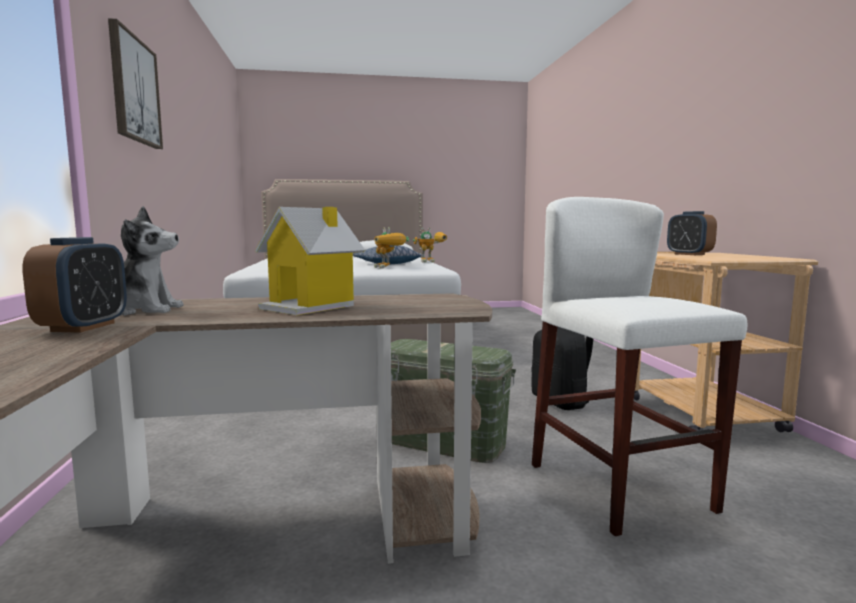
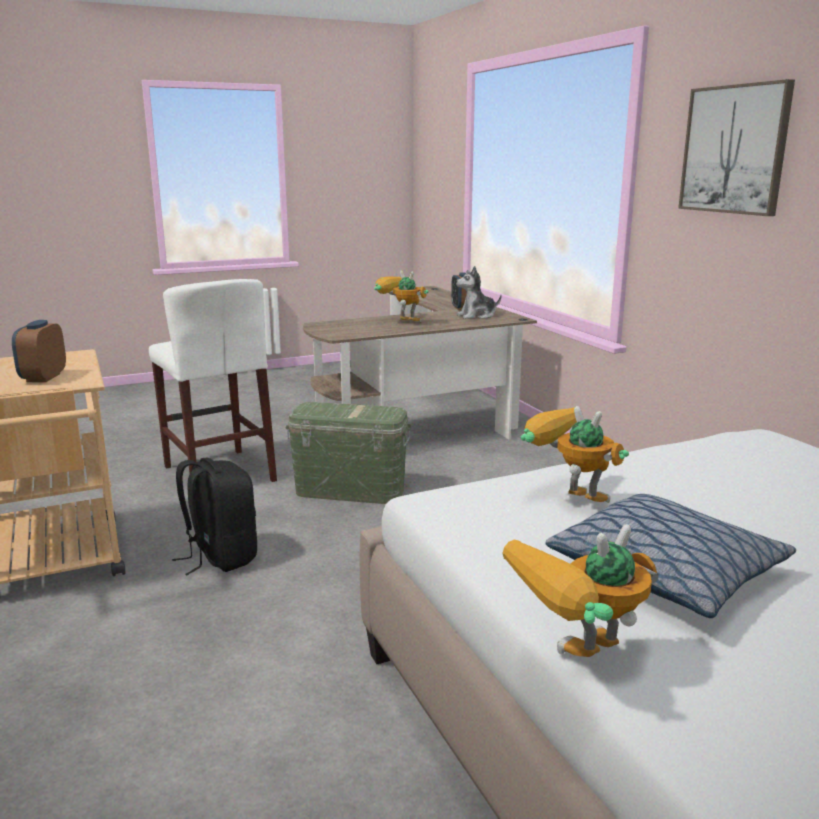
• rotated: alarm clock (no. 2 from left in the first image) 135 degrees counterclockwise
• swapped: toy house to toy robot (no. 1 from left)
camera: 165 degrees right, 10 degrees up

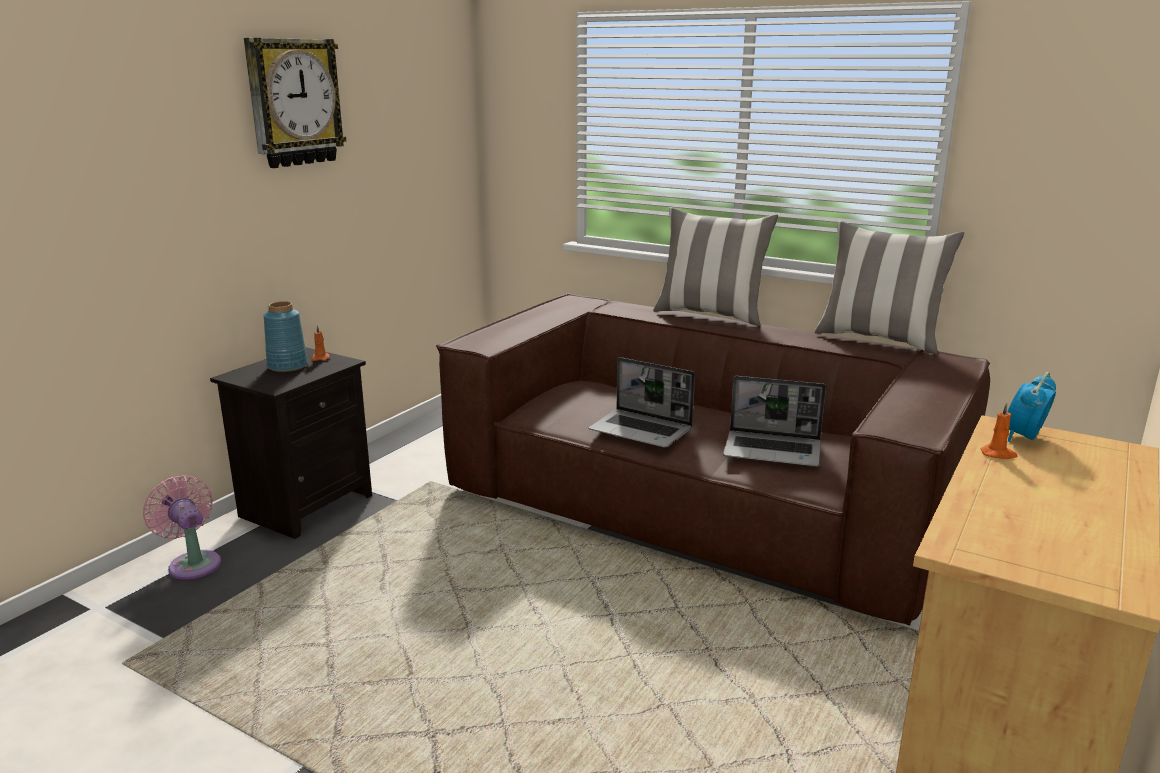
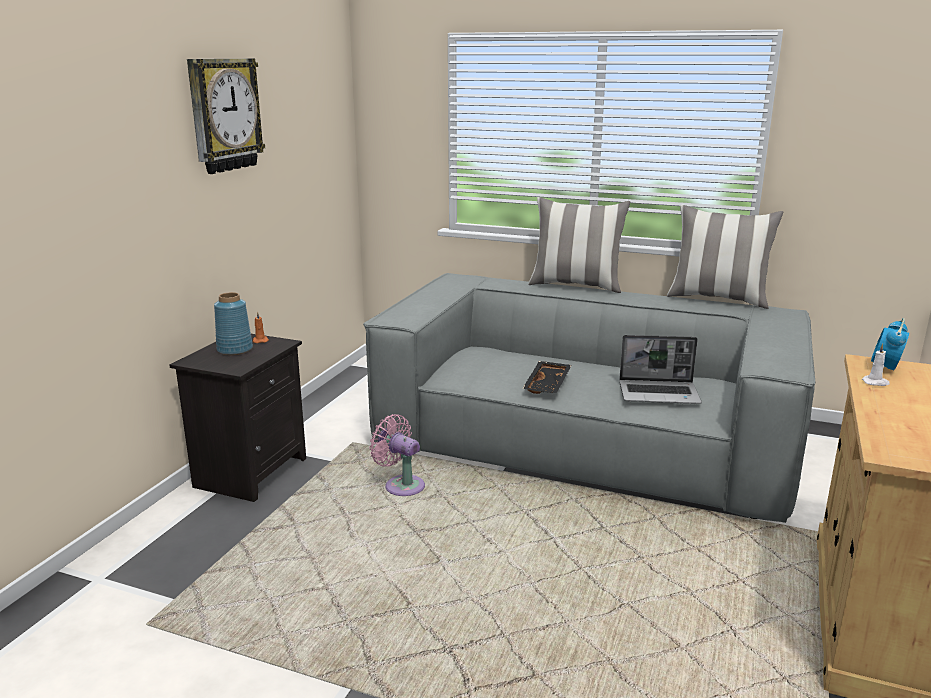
• repainted: sofa/brown to sofa/grey
• shifted: fan/pink
• swapped: laptop (no. 1 from left) to tray/black
• repainted: candle/orange (no. 2 from left) to candle/white
camera: 10 degrees left, 0 degrees up

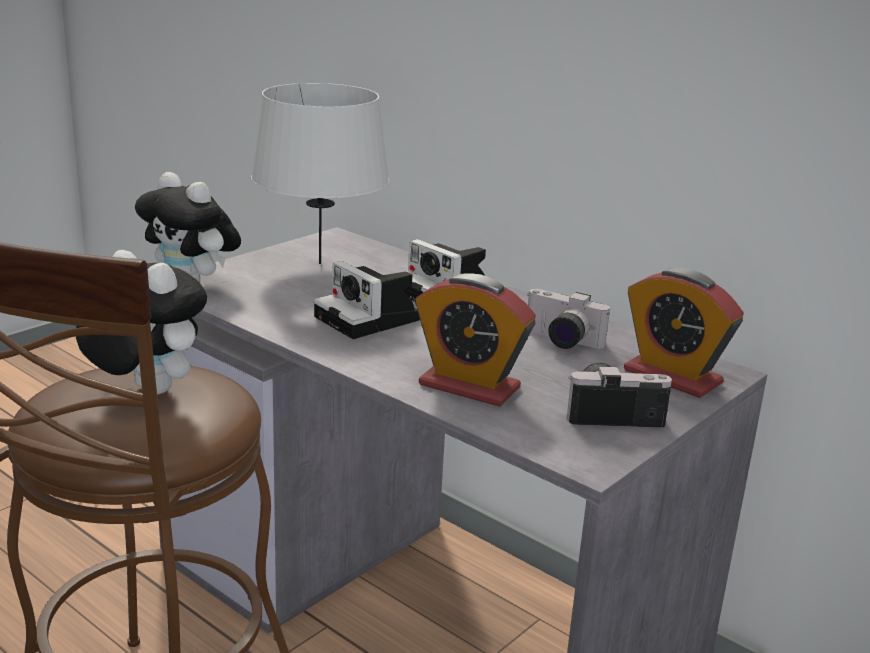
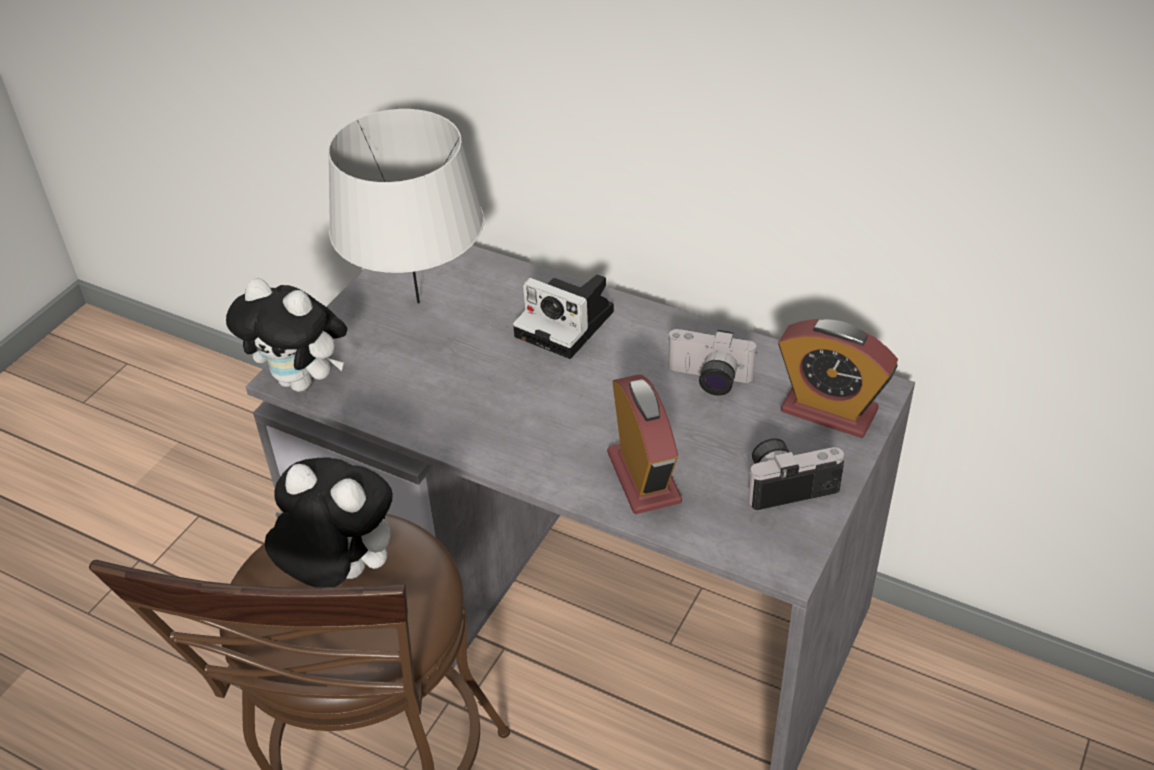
• rotated: alarm clock (no. 1 from left) 120 degrees counterclockwise
• gone: photo camera (no. 1 from left)
camera: 10 degrees left, 20 degrees up

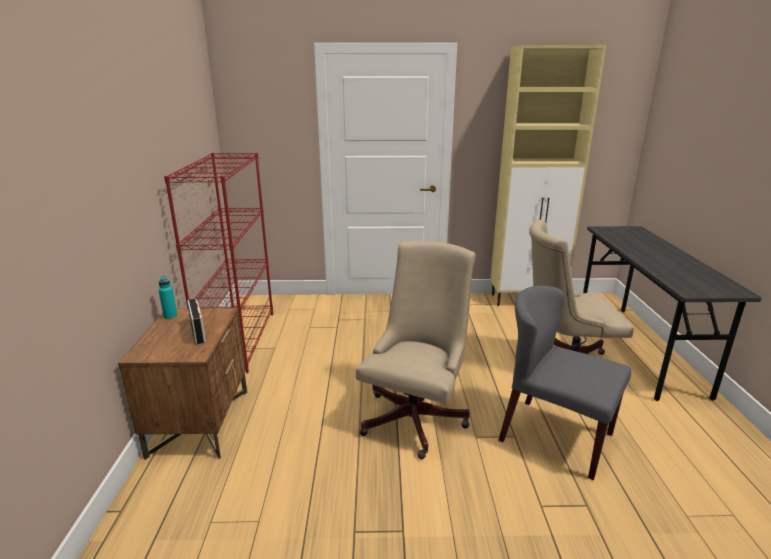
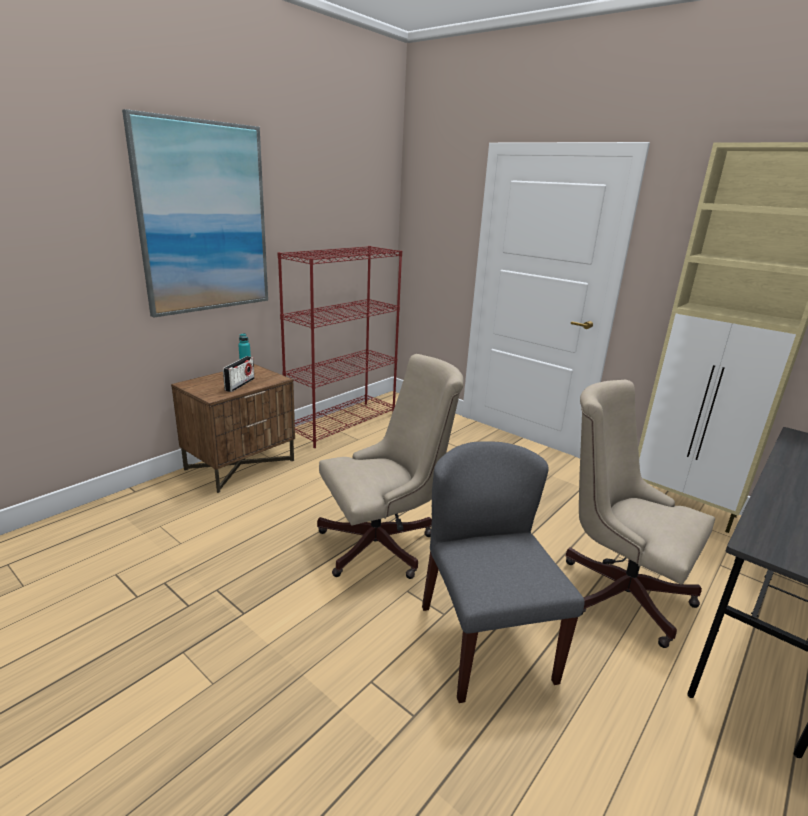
• new: picture
camera: 40 degrees right, 0 degrees up

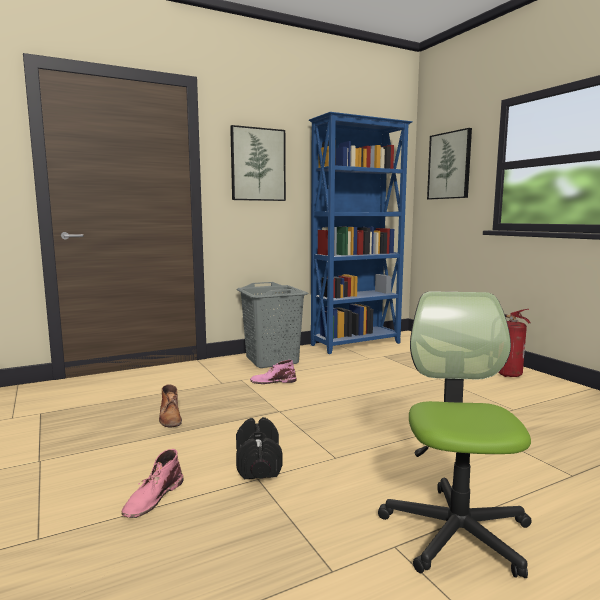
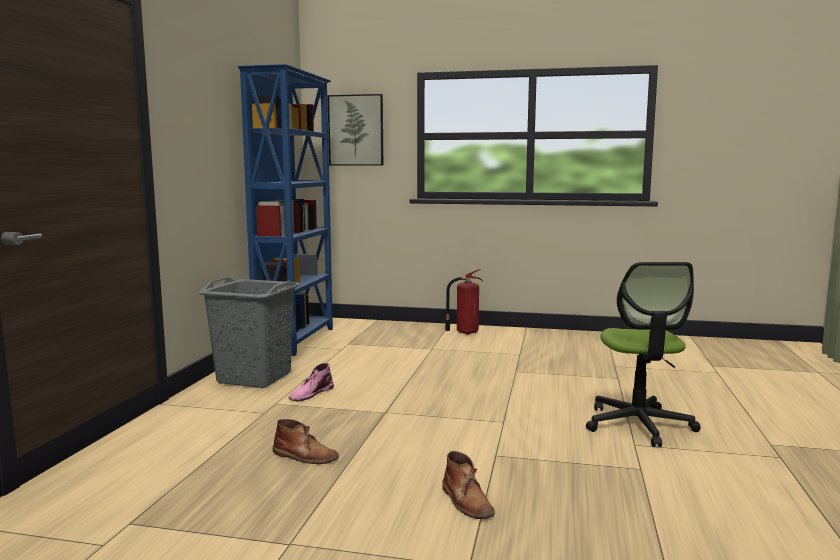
• repainted: boot/pink (no. 1 from left) to boot/brown (no. 2 from left)
• rotated: office chair 135 degrees counterclockwise
• gone: picture (no. 1 from left)
• gone: dumbbell/black
camera: 50 degrees left, 0 degrees up

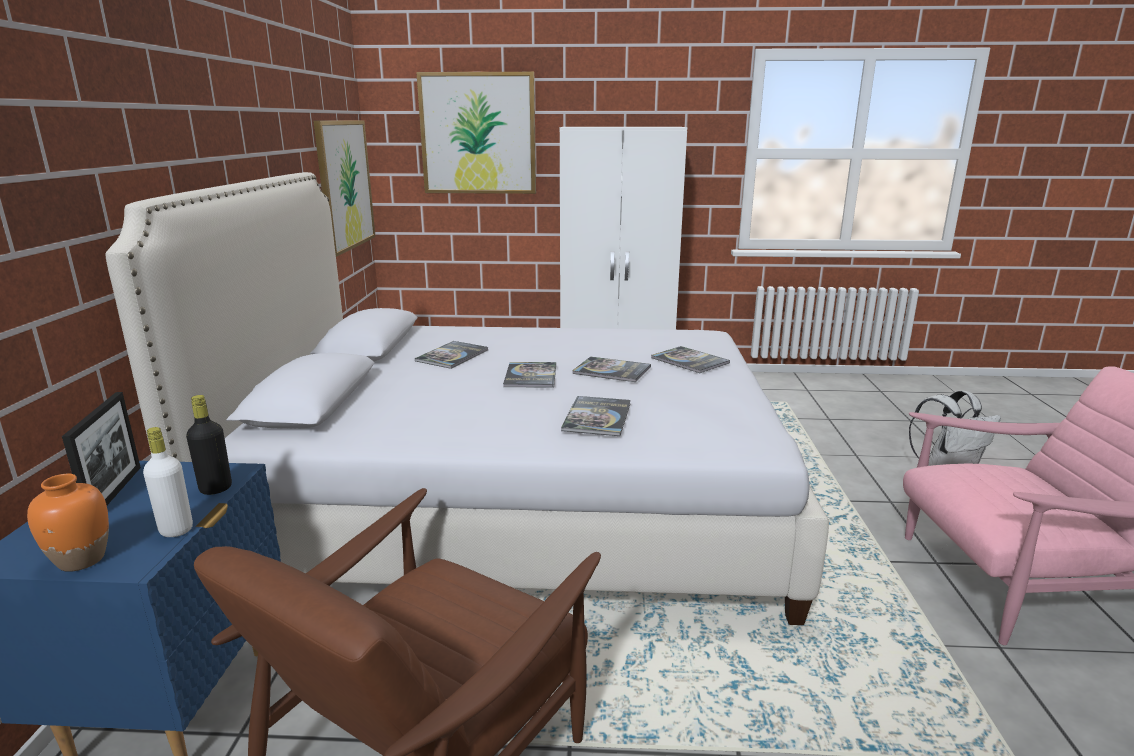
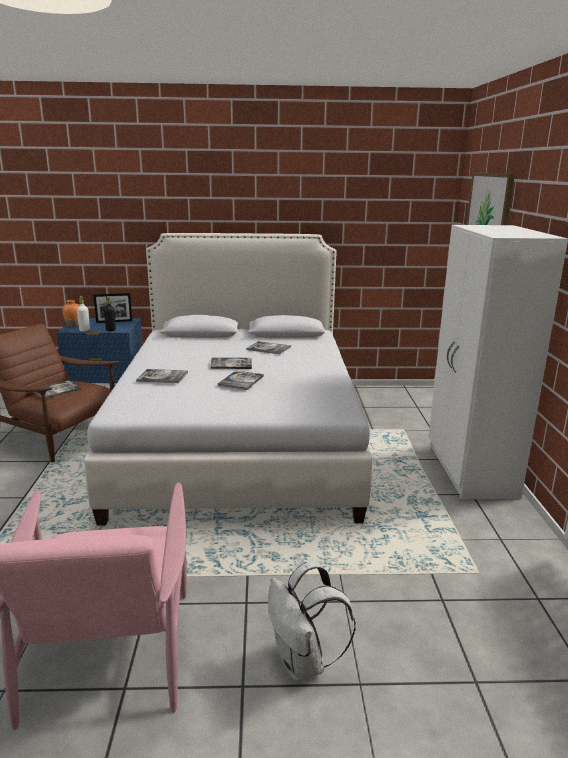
• shifted: book (no. 5 from left in the first image) to book (no. 1 from left)
• gone: picture (no. 1 from left)
camera: 85 degrees right, 0 degrees up

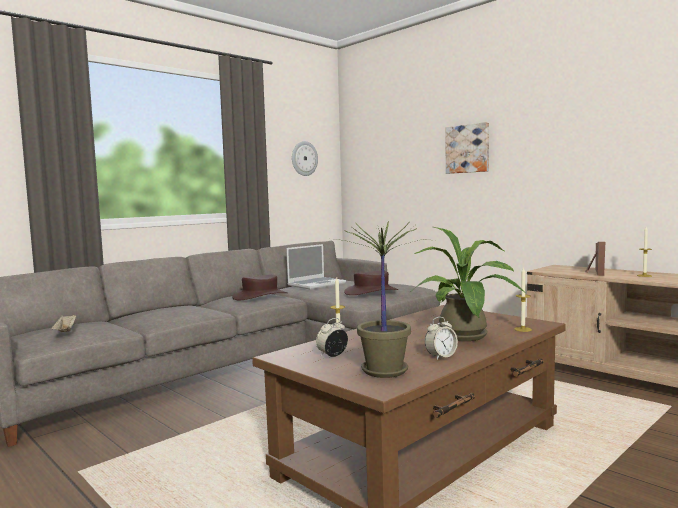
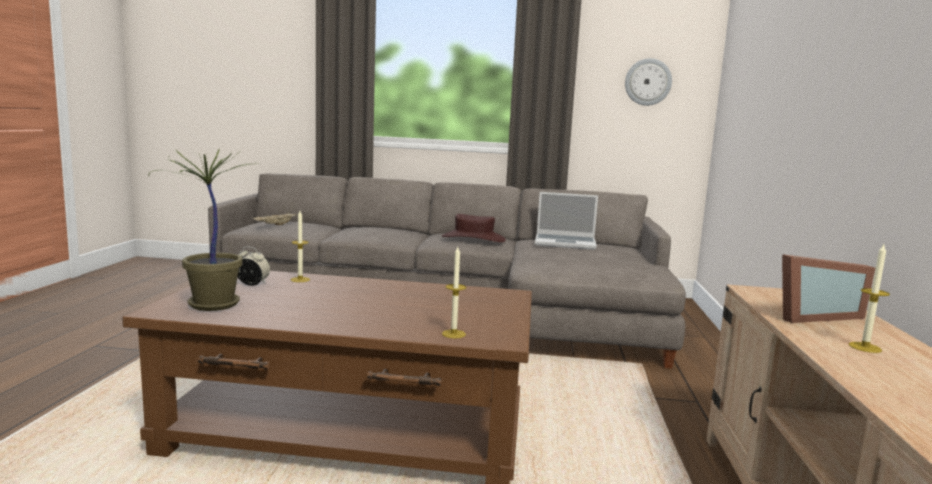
• gone: hat/brown (no. 2 from left)
• gone: potted plant (no. 2 from left)
• gone: alarm clock (no. 2 from left)
• gone: picture
camera: 50 degrees right, 5 degrees up

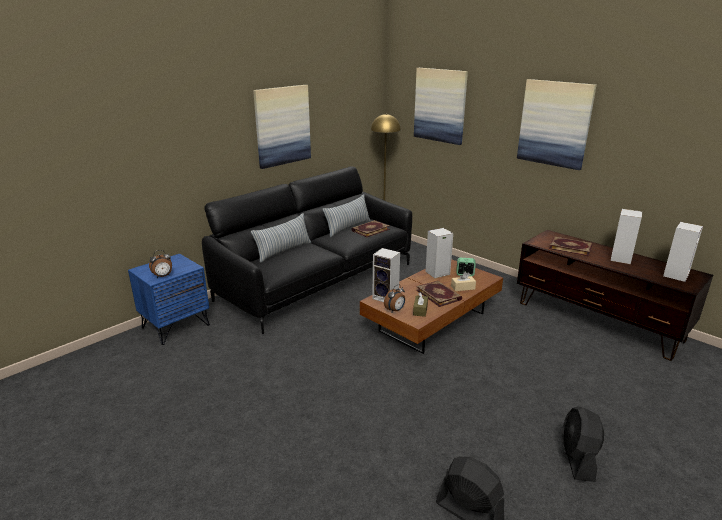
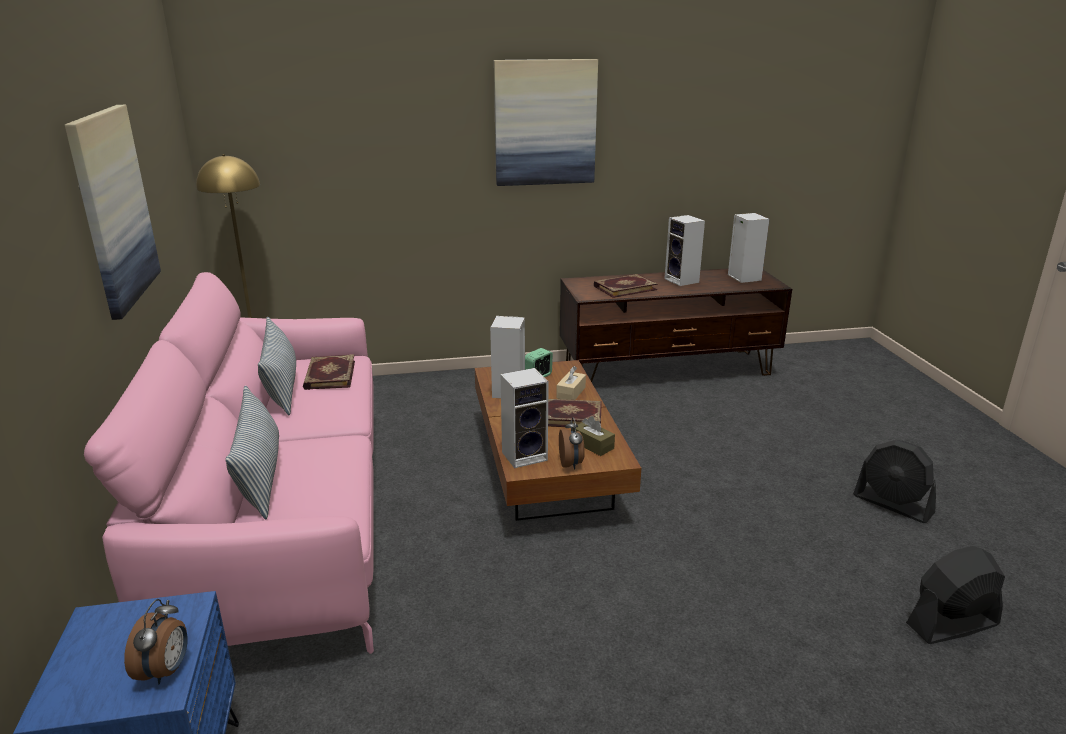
• repainted: sofa/black to sofa/pink
• gone: picture (no. 2 from left)
camera: 55 degrees left, 0 degrees up

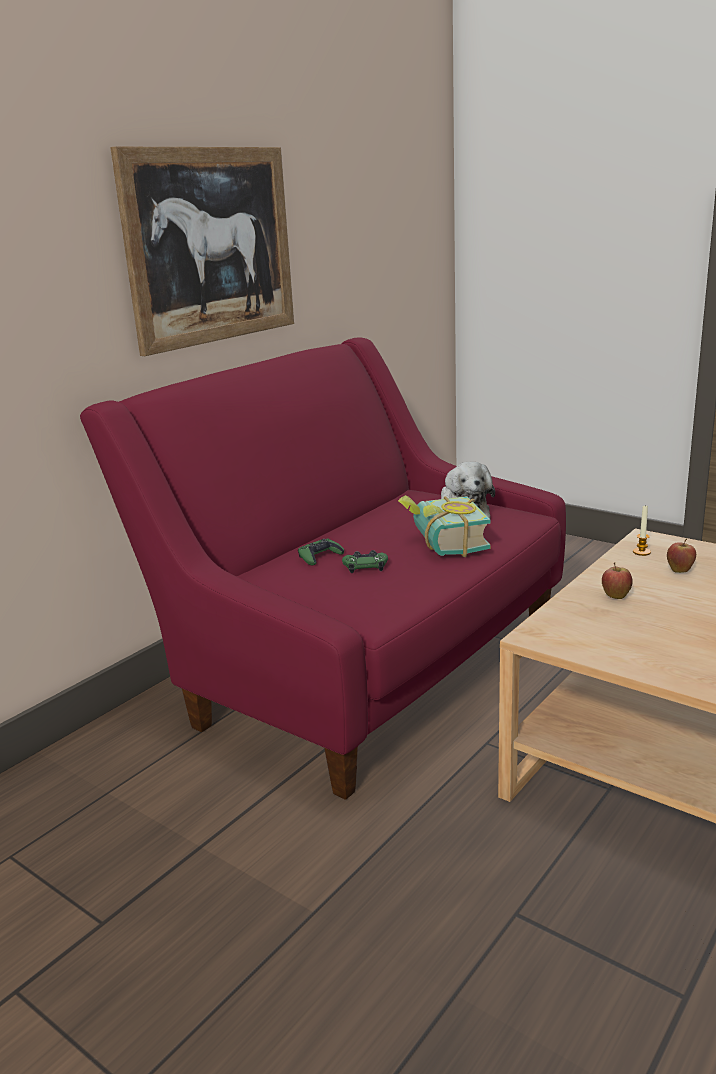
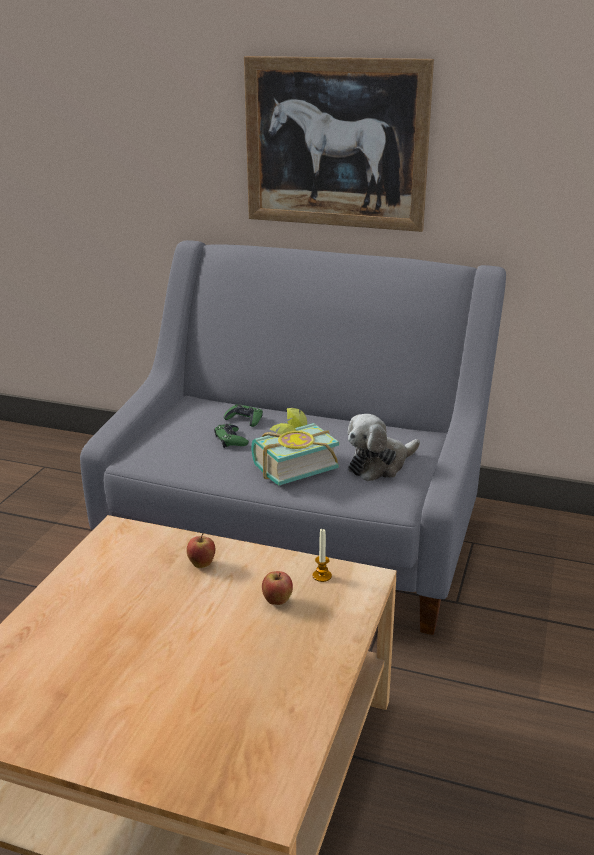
• repainted: sofa/red to sofa/grey
camera: 70 degrees right, 5 degrees up

